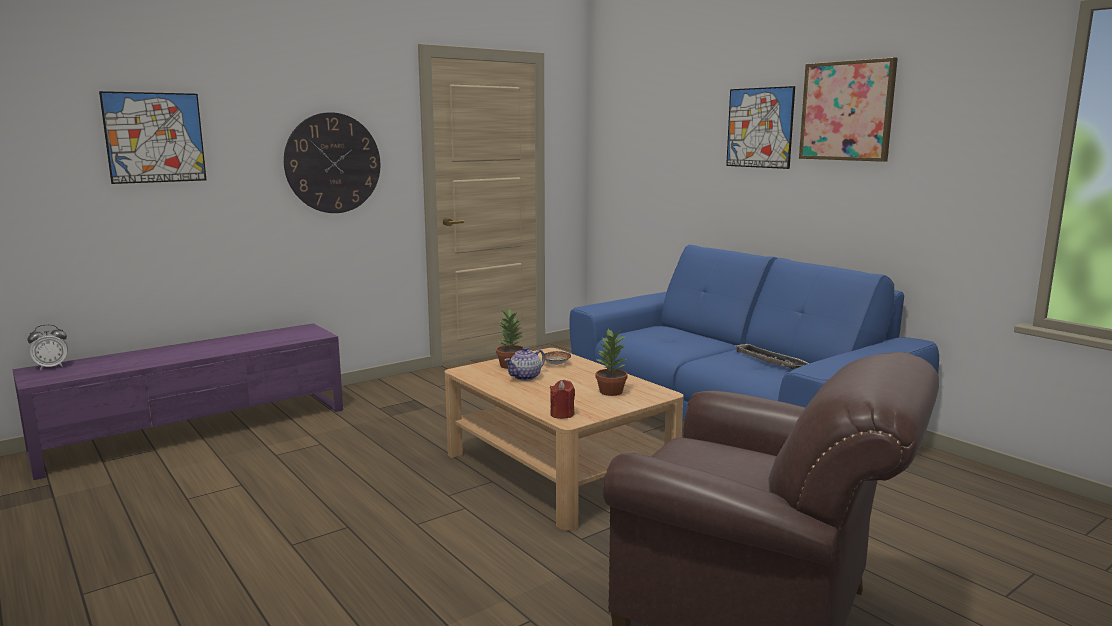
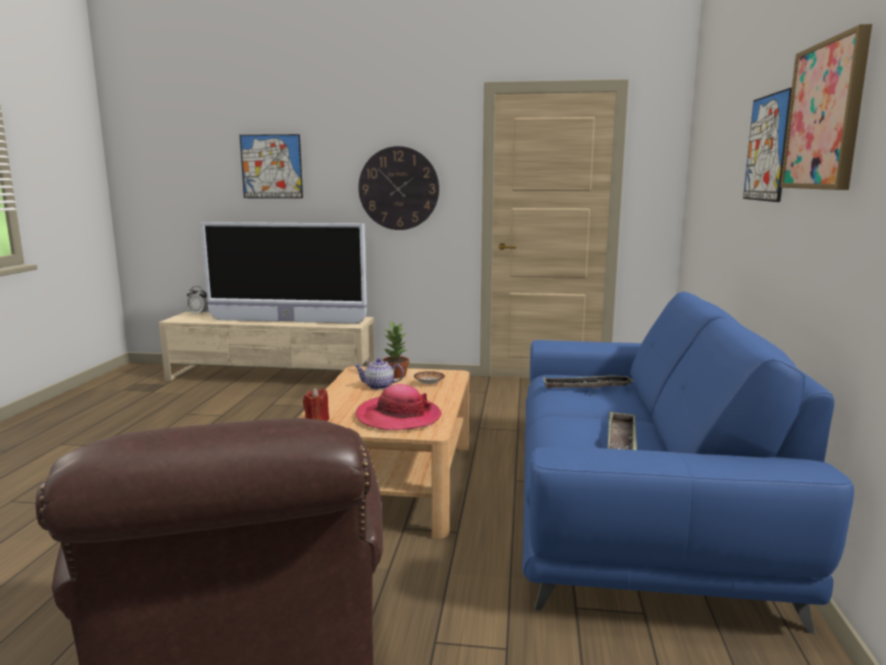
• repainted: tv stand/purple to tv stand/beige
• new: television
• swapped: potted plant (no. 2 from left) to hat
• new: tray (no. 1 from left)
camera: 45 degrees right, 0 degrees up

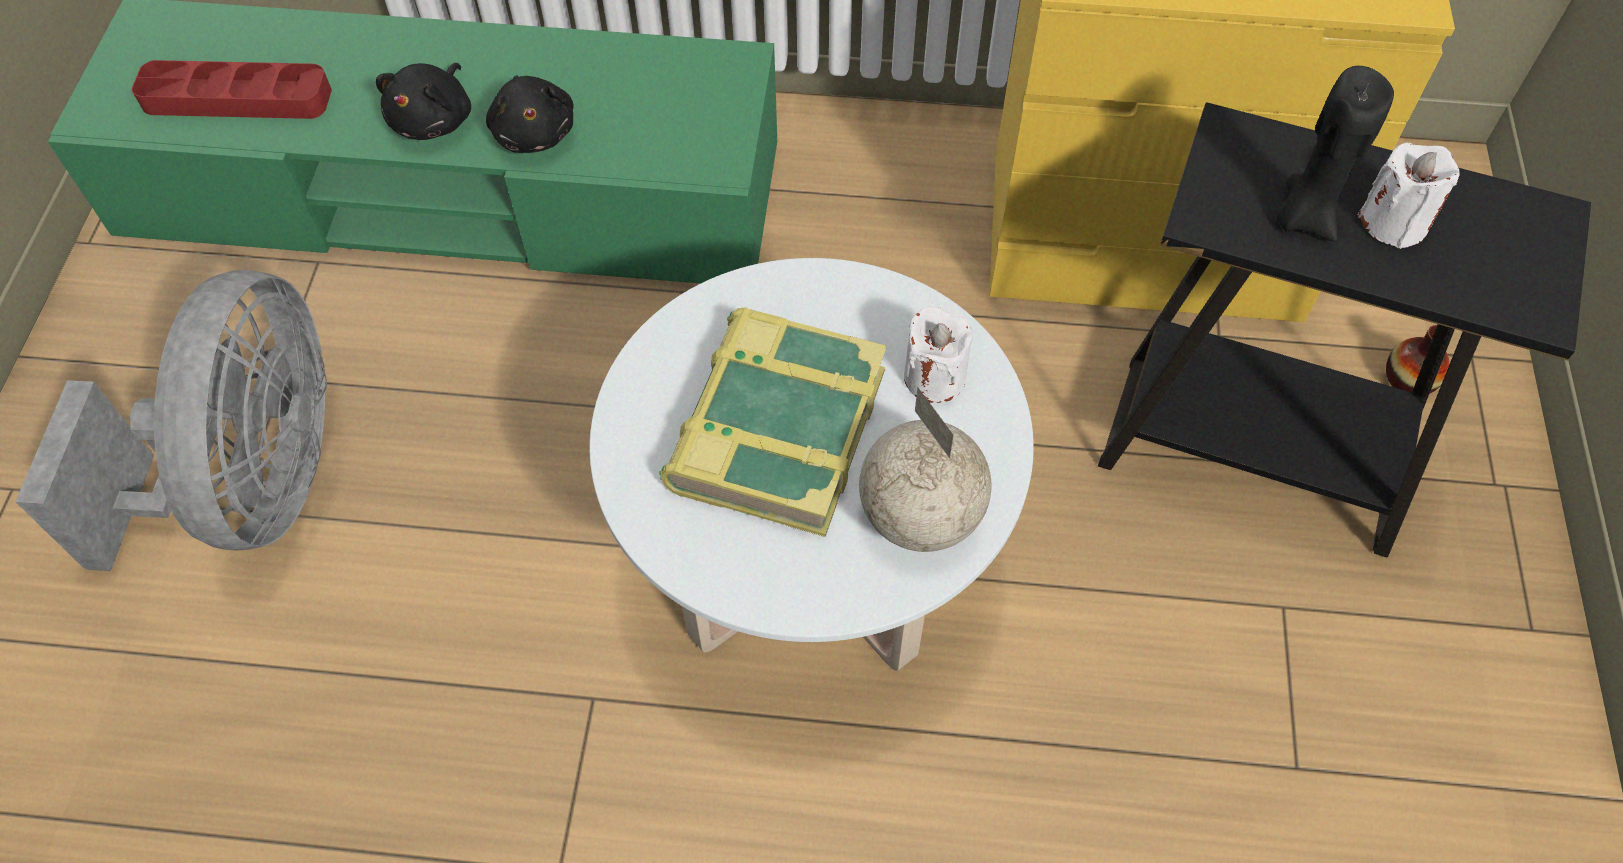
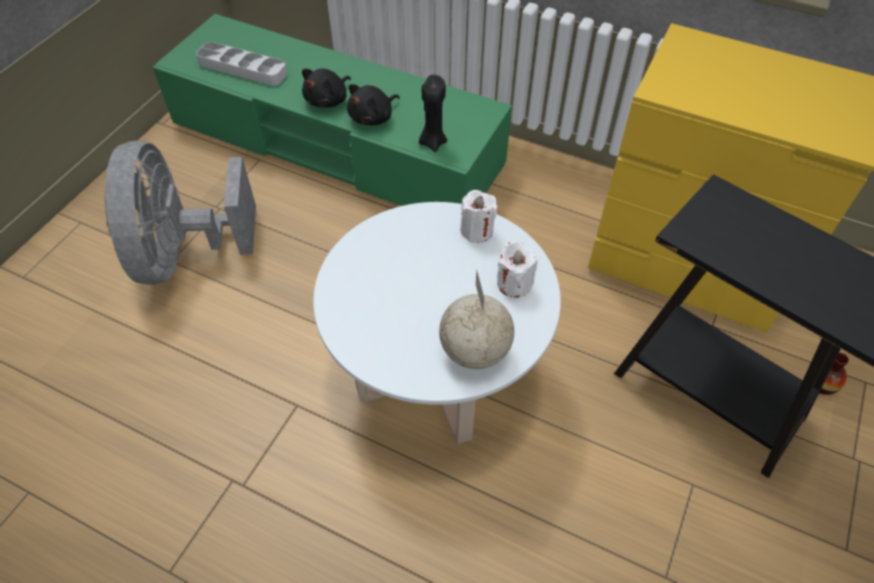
• rotated: fan/grey 150 degrees clockwise
• repainted: tray/red to tray/grey
• rotated: plush toy/black (no. 2 from left) 45 degrees clockwise
• shifted: candle/black
• shifted: candle/white (no. 2 from left in the first image) to candle/white (no. 1 from left)
• gone: book
camera: 20 degrees right, 5 degrees down

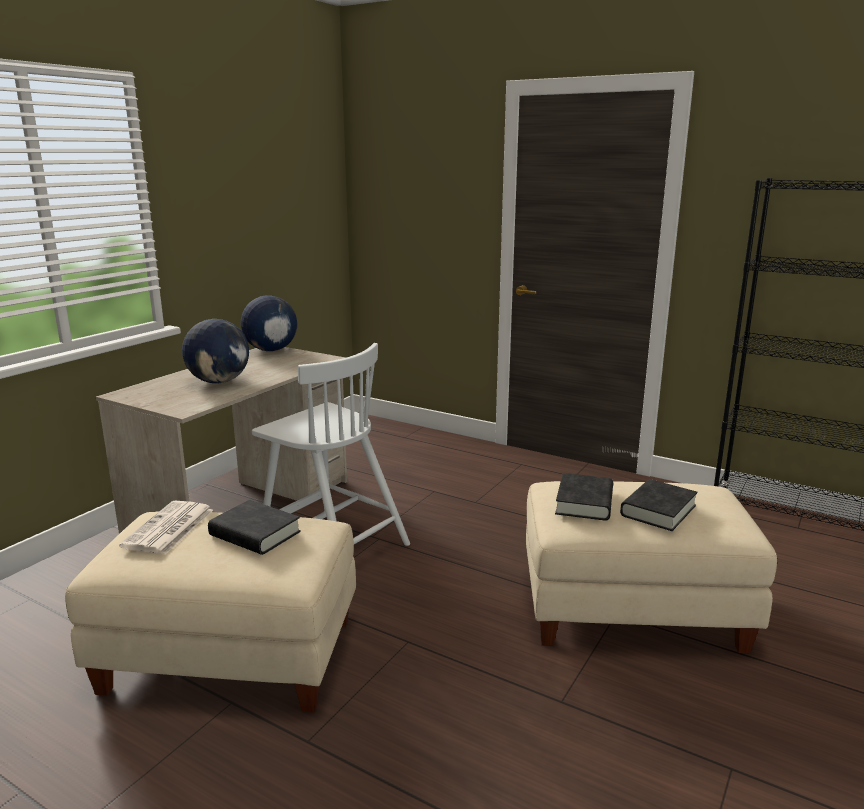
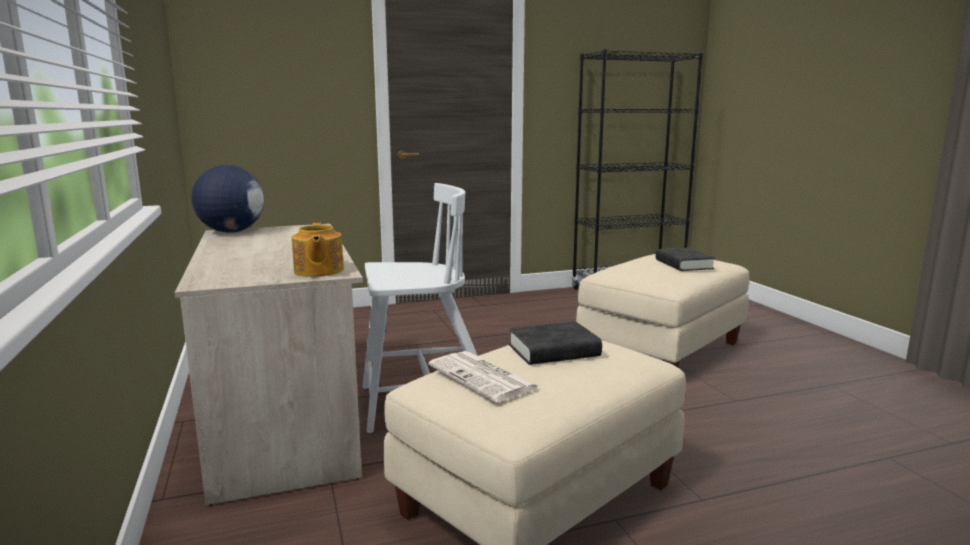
• new: teapot
• gone: globe (no. 1 from left)
• gone: book/black (no. 2 from left)
camera: 50 degrees left, 5 degrees down

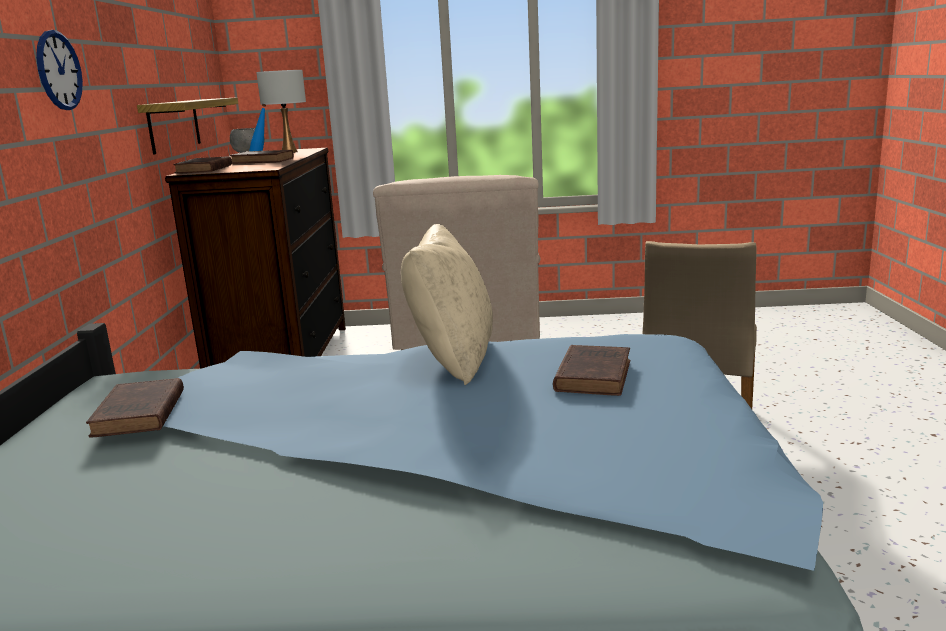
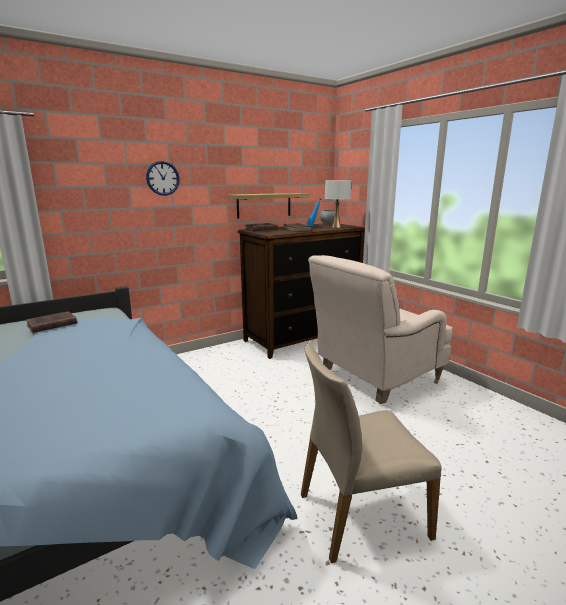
• gone: pillow/beige
• gone: book/brown (no. 4 from left)
camera: 55 degrees right, 0 degrees up

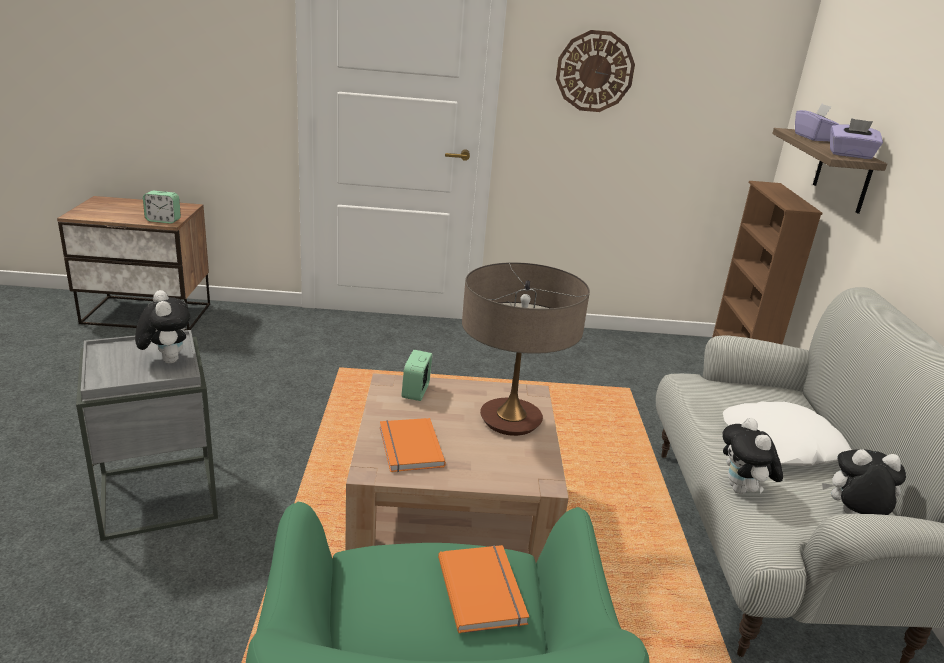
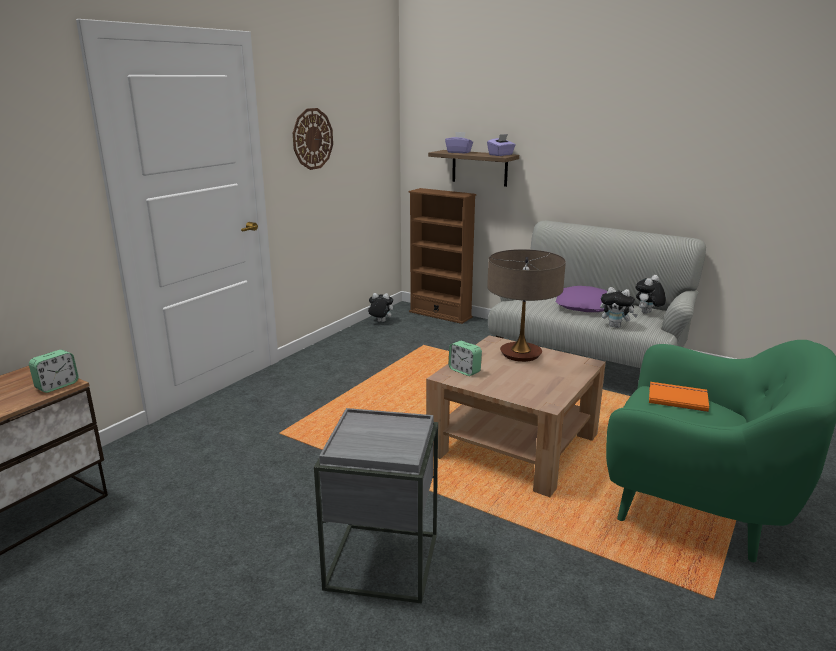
• shifted: plush toy (no. 1 from left)
• repainted: pillow/white to pillow/purple
• gone: book/orange (no. 1 from left)
camera: 55 degrees left, 5 degrees down

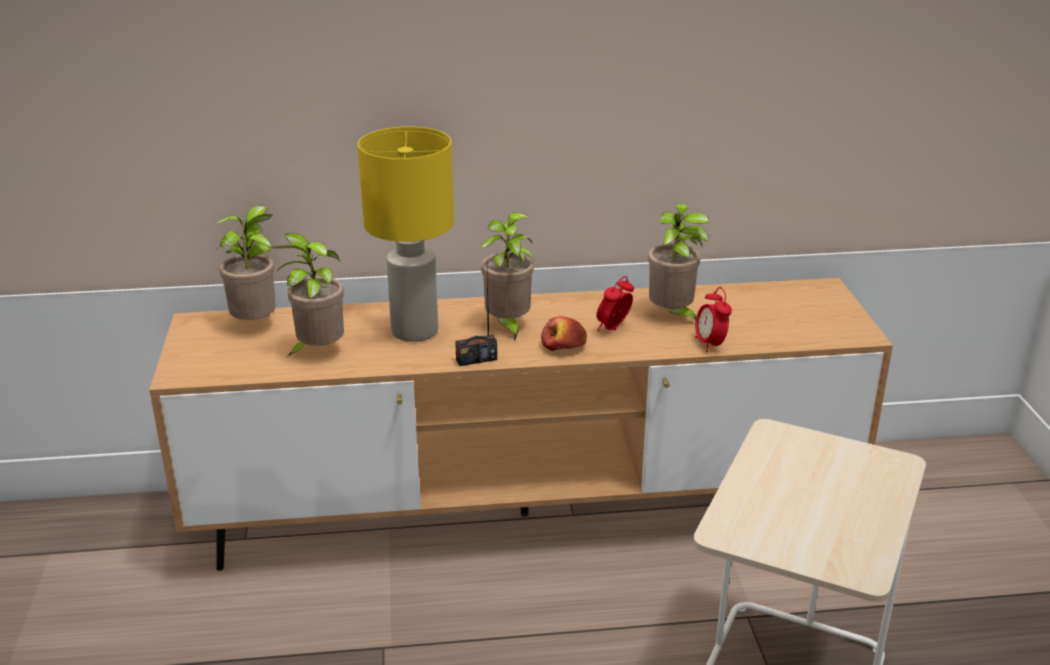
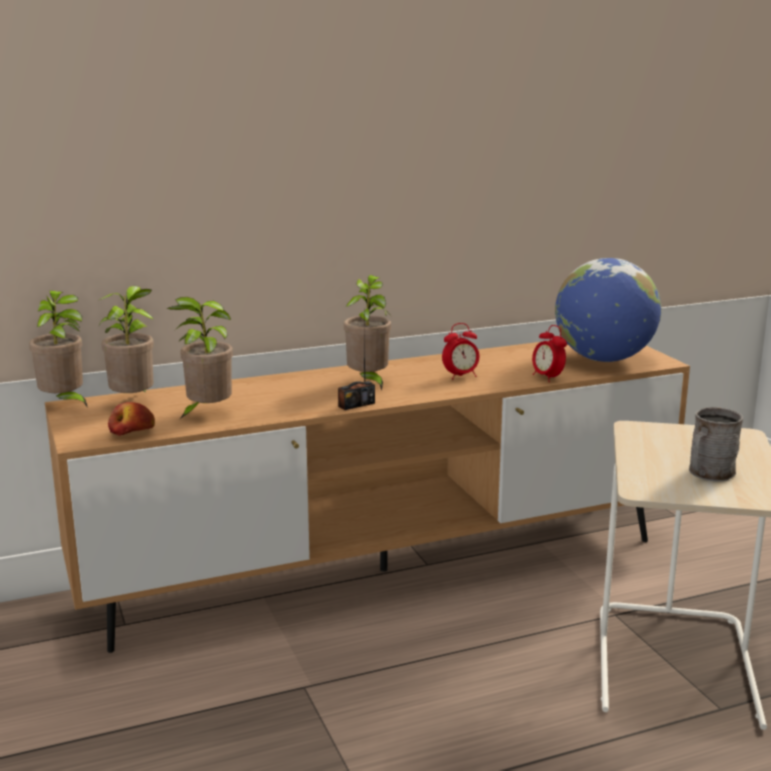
• shifted: potted plant (no. 4 from left in the first image) to potted plant (no. 1 from left)
• shifted: apple
• rotated: alarm clock (no. 1 from left) 135 degrees counterclockwise
• new: globe
• new: mug/grey
• gone: table lamp/yellow
camera: 15 degrees left, 10 degrees down

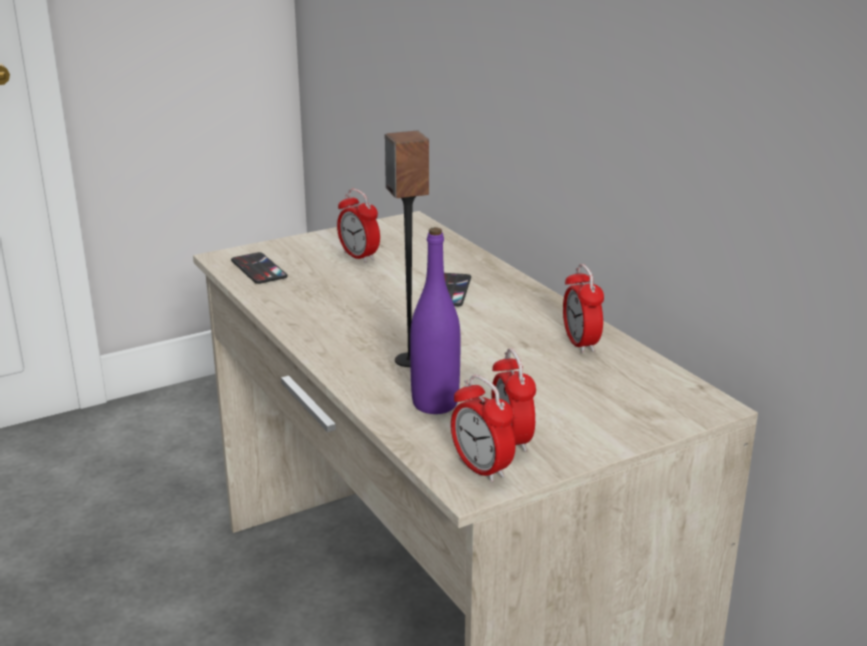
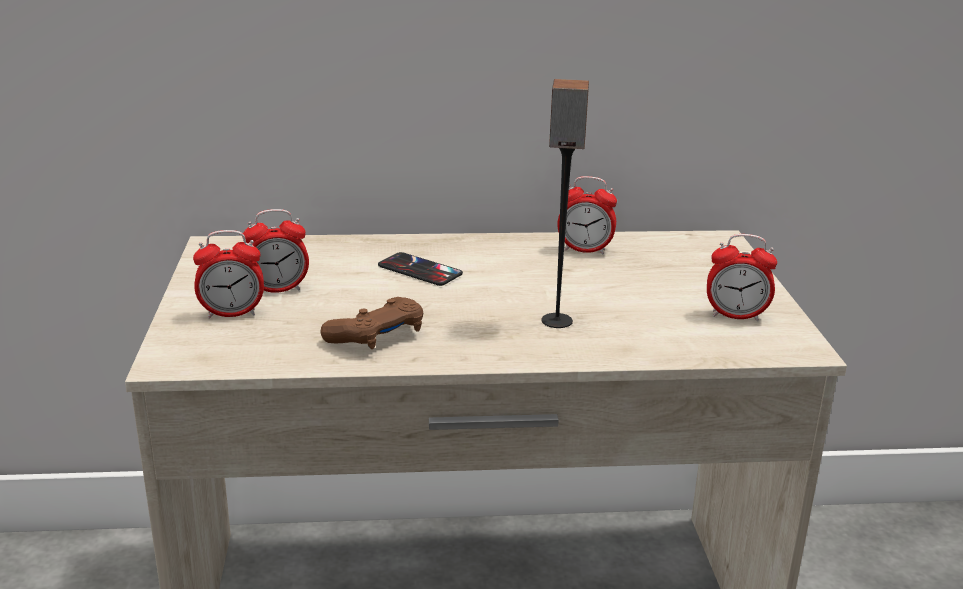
• shifted: alarm clock (no. 2 from left in the first image) to alarm clock (no. 1 from left)
• new: game controller/brown
• gone: phone (no. 1 from left)
• gone: bottle/purple
camera: 65 degrees left, 0 degrees up

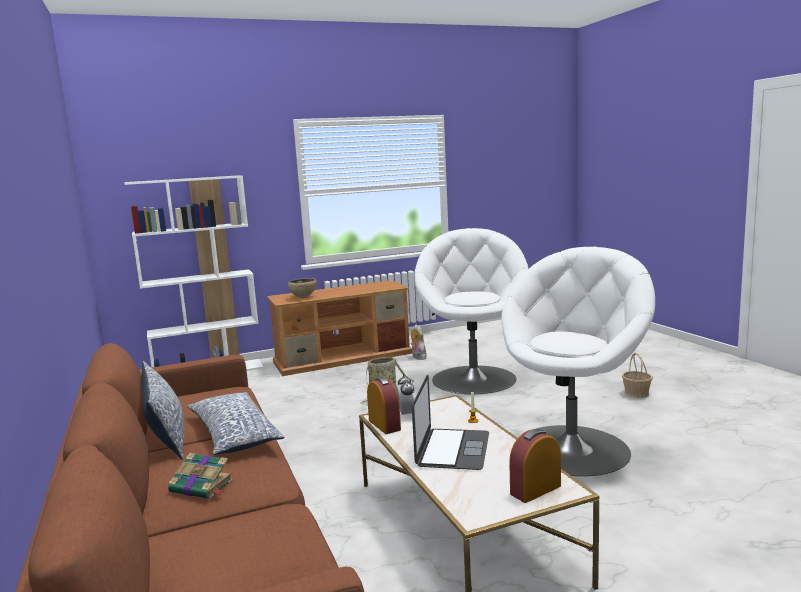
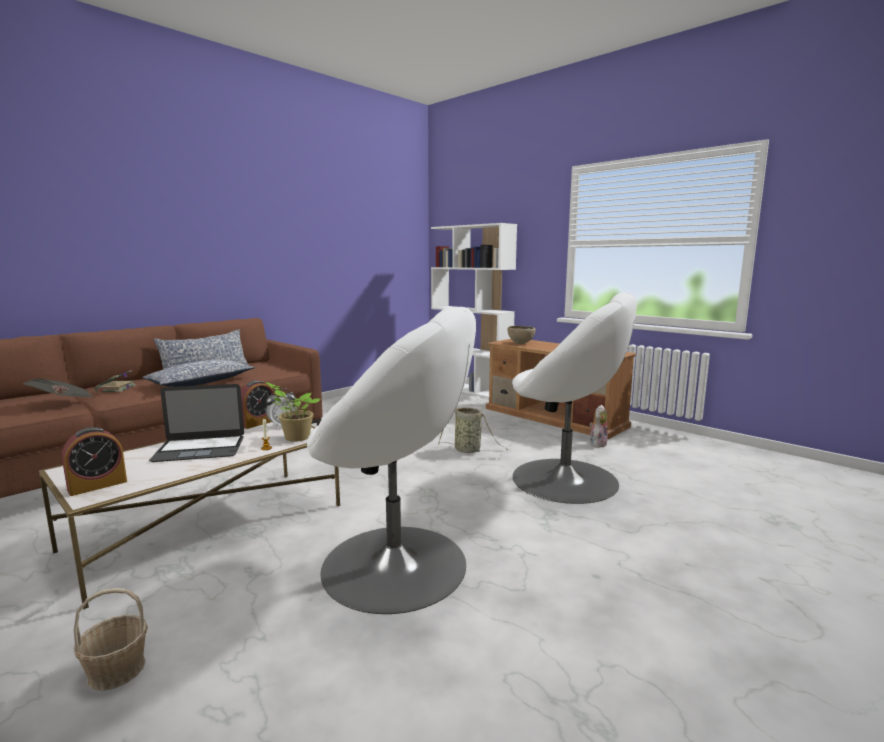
• new: newspaper
• rotated: alarm clock (no. 3 from left in the first image) 105 degrees clockwise
• shifted: basket (no. 2 from left in the first image) to basket (no. 1 from left)
• new: potted plant
• rotated: armchair/white (no. 1 from left in the first image) 45 degrees clockwise
camera: 65 degrees right, 0 degrees up

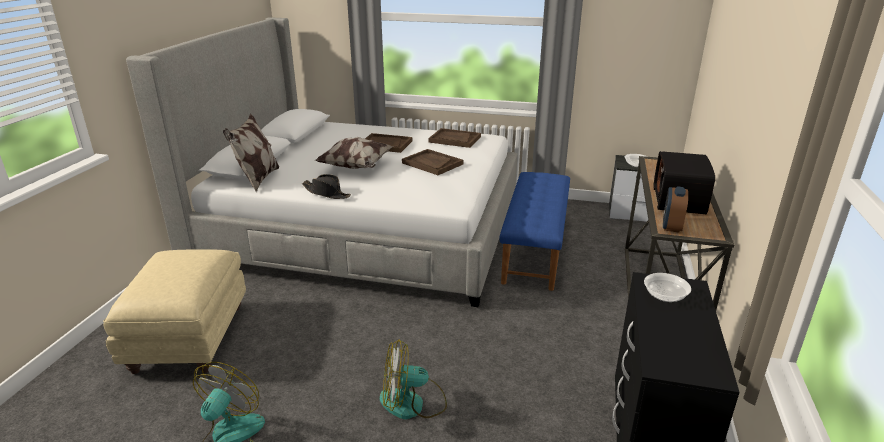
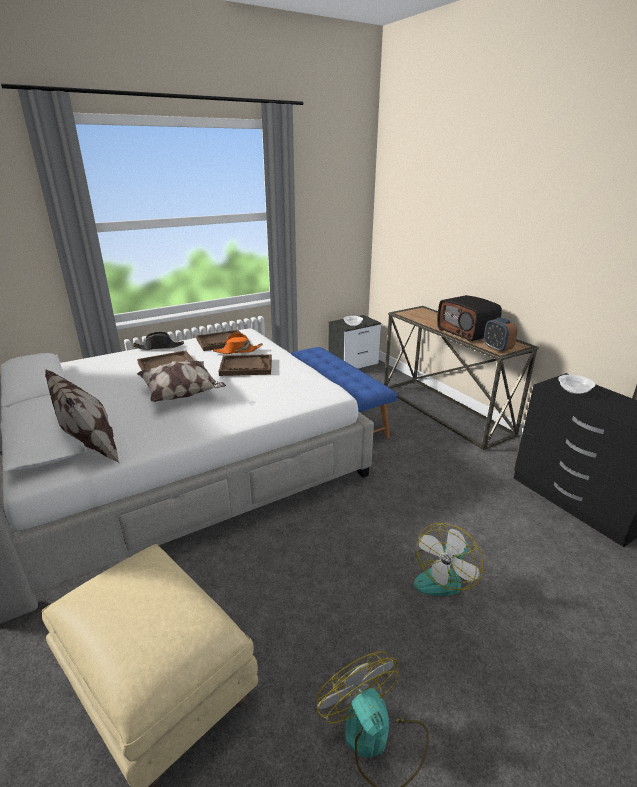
• shifted: hat/black
• new: hat/orange
camera: 45 degrees left, 0 degrees up

